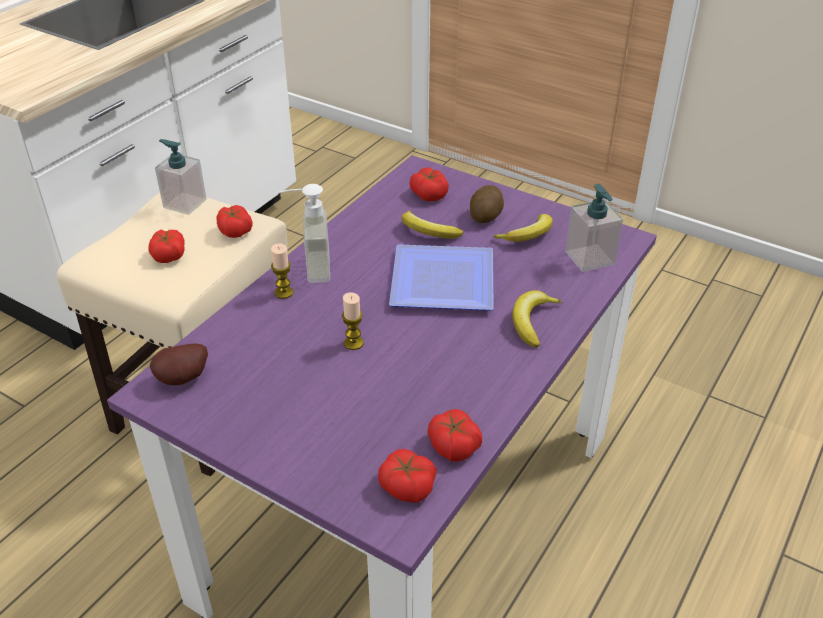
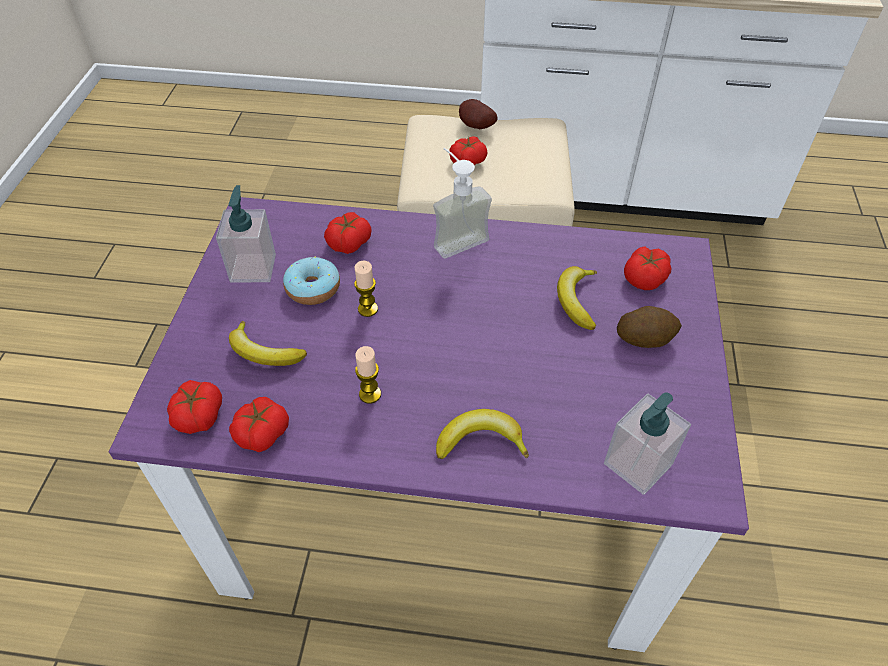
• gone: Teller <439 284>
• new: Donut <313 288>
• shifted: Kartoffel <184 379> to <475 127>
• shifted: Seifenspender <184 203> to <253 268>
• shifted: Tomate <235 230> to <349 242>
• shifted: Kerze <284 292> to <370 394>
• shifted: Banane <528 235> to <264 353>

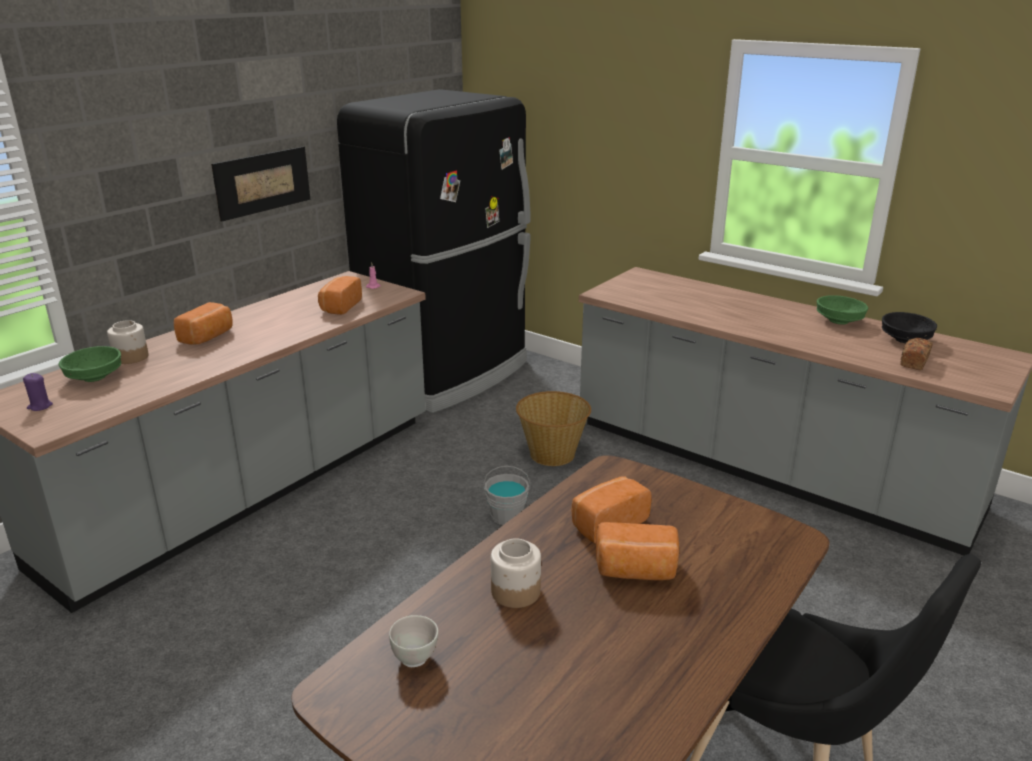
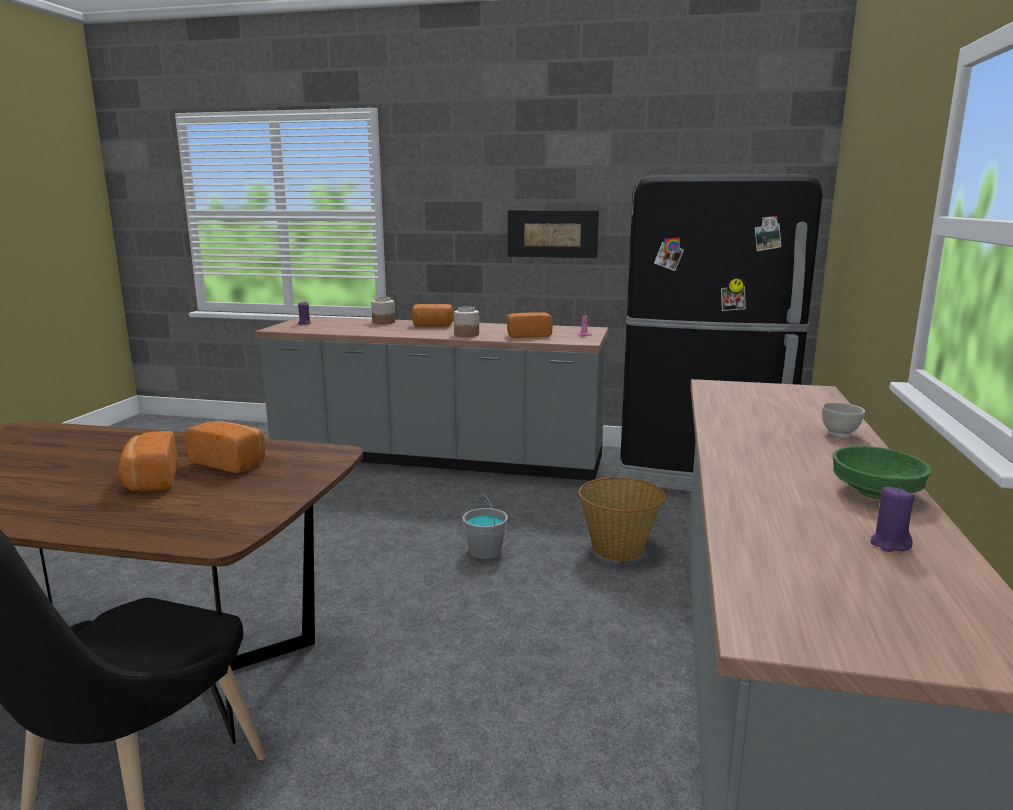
• gone: Schüssel [grün] <94 377>
• gone: Brot <914 362>
• shifted: Schüssel [weiß] <415 658> to <840 434>
• shifted: Vorratsglas <515 592> to <466 334>
• swapped: Schüssel [schwarz] <904 340> to Kerze [lila] <890 544>

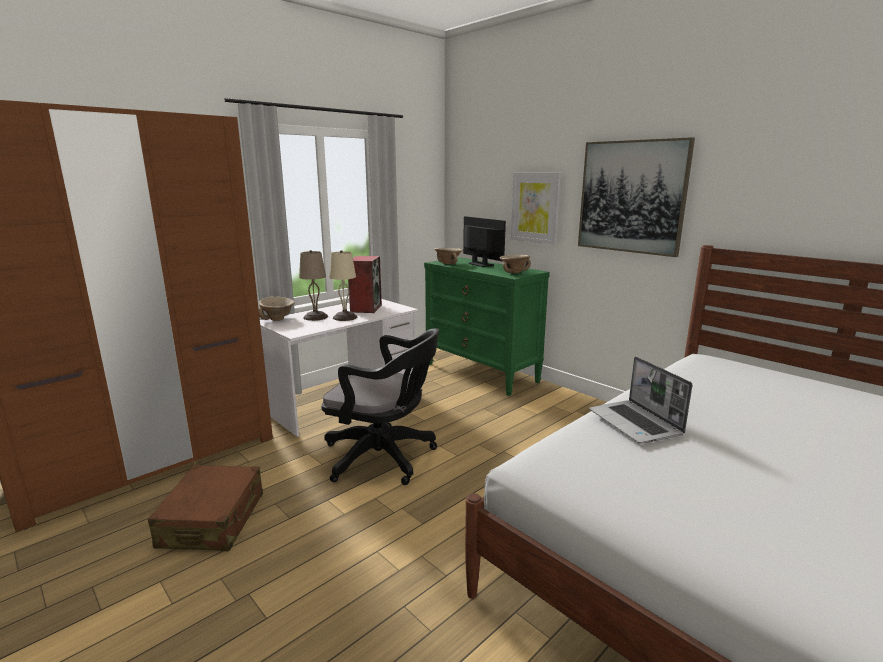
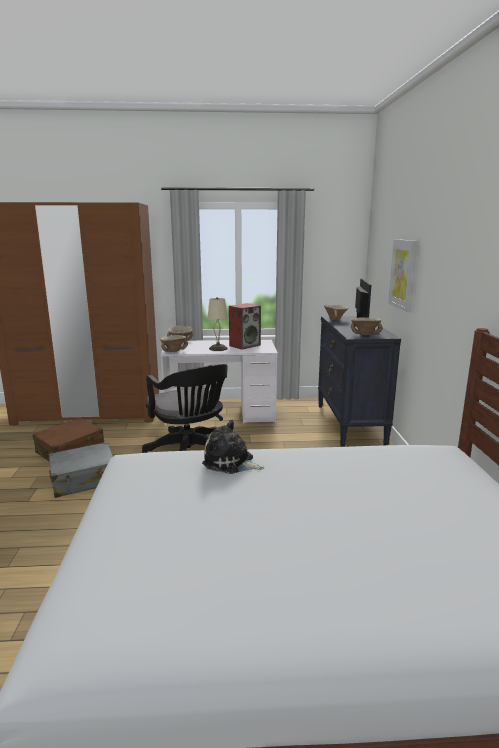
• gone: Tischlampe [beige] <316 317>
• gone: Bild <631 197>
• new: Koffer [grau] <84 479>
• new: Schüssel [beige] <173 351>
• swapped: Laptop <636 423> to Plüschtier <231 463>
• repainted: Kommode [grün] <481 372> to Kommode [schwarz] <350 424>

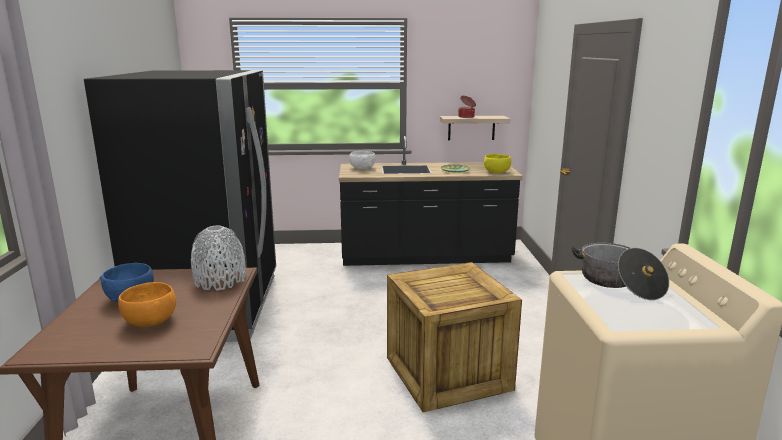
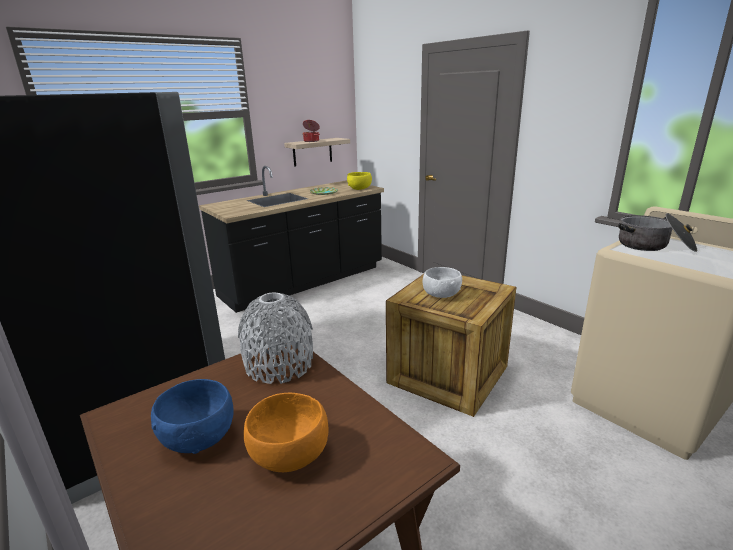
• shifted: Schüssel [weiß] <362 168> to <441 295>

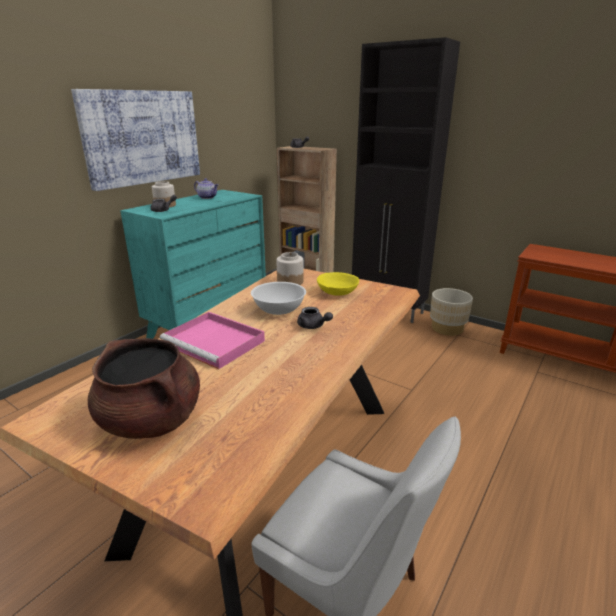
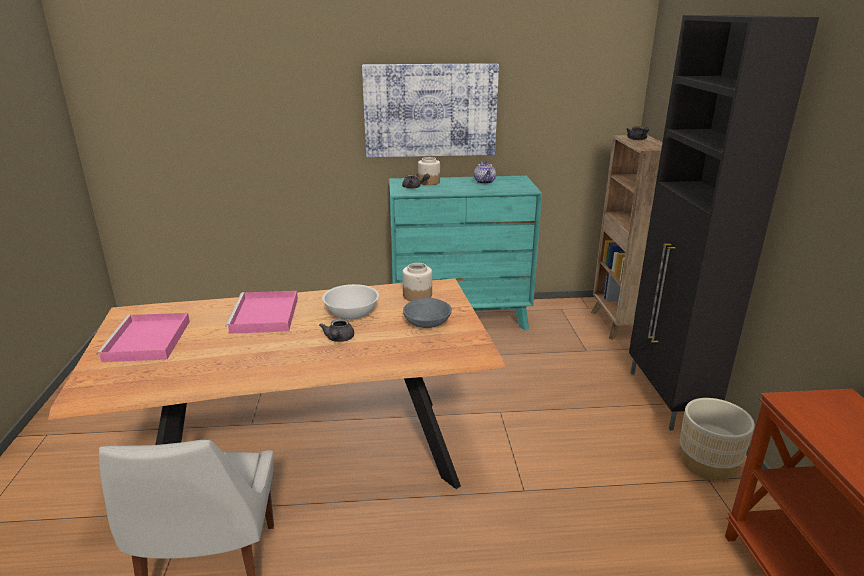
• swapped: Kochtopf [braun] <152 420> to Tablett [rosa] <147 341>
• repainted: Schüssel [gelb] <337 292> to Schüssel [grau] <428 323>

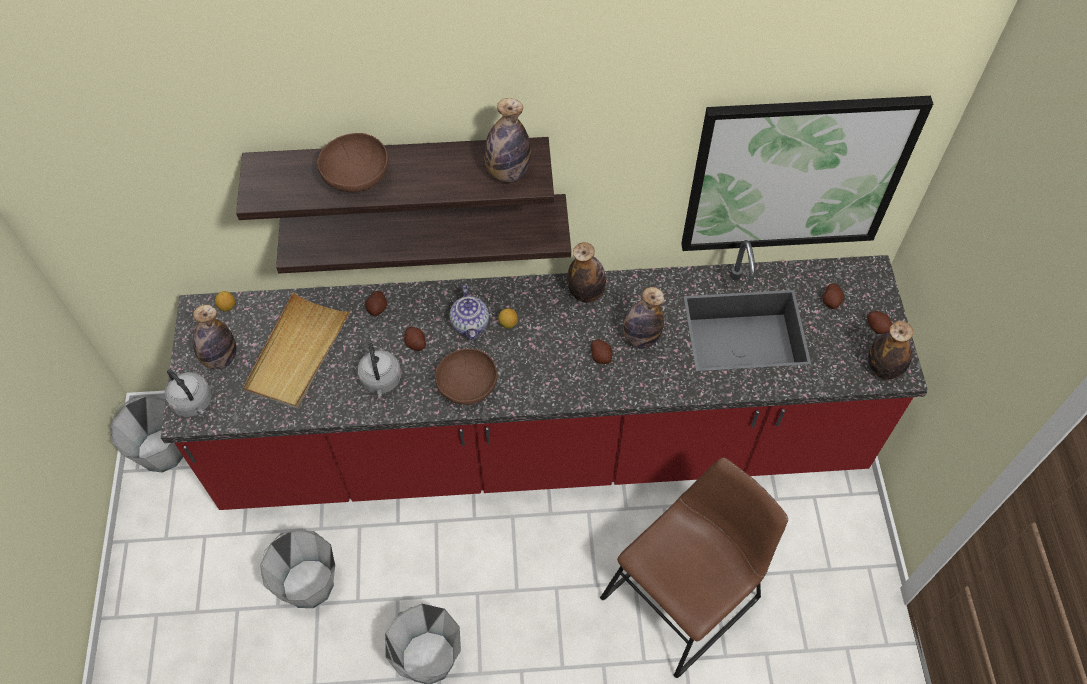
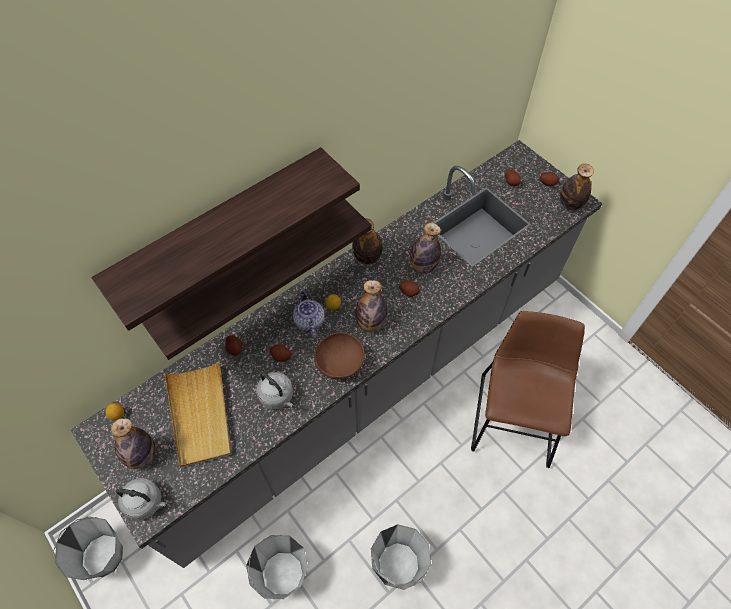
• gone: Schüssel [braun] <357 179>
• gone: Bild <796 175>
• shifted: Flasche <507 172> to <371 323>
• repainted: Küchenzeile [rot] <543 443> to Küchenzeile [grau] <365 379>
• rotated: Teekanne <470 324> = <309 321> 150 degrees counterclockwise

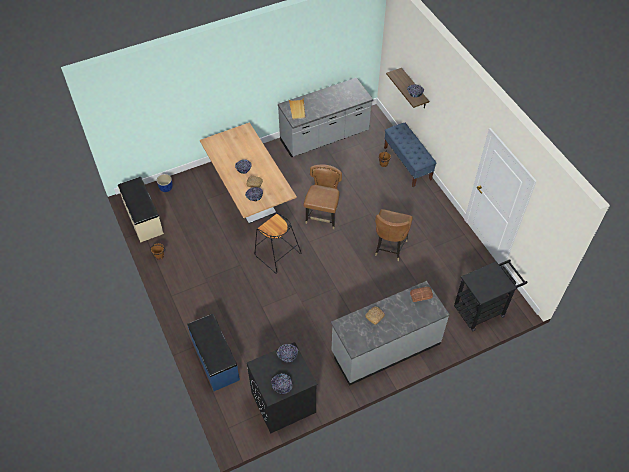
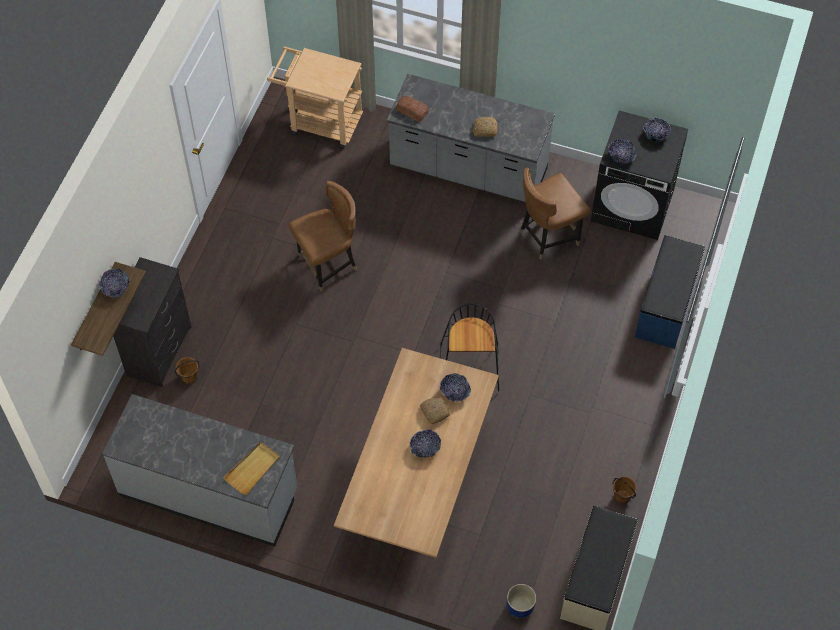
• shifted: Stuhl [braun] <323 217> to <548 236>
• swapped: Bank [blau] <407 163> to Kommode [schwarz] <160 350>
• repainted: Rollwagen [schwarz] <483 309> to Rollwagen [beige] <319 122>

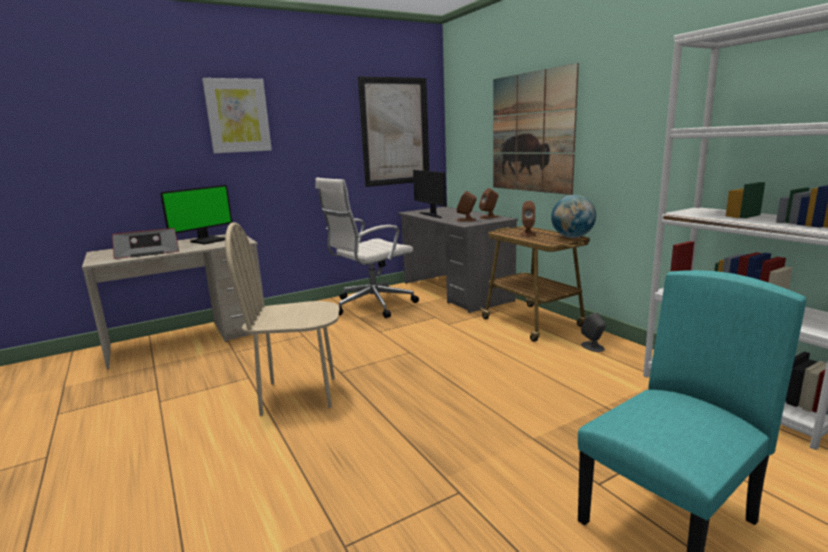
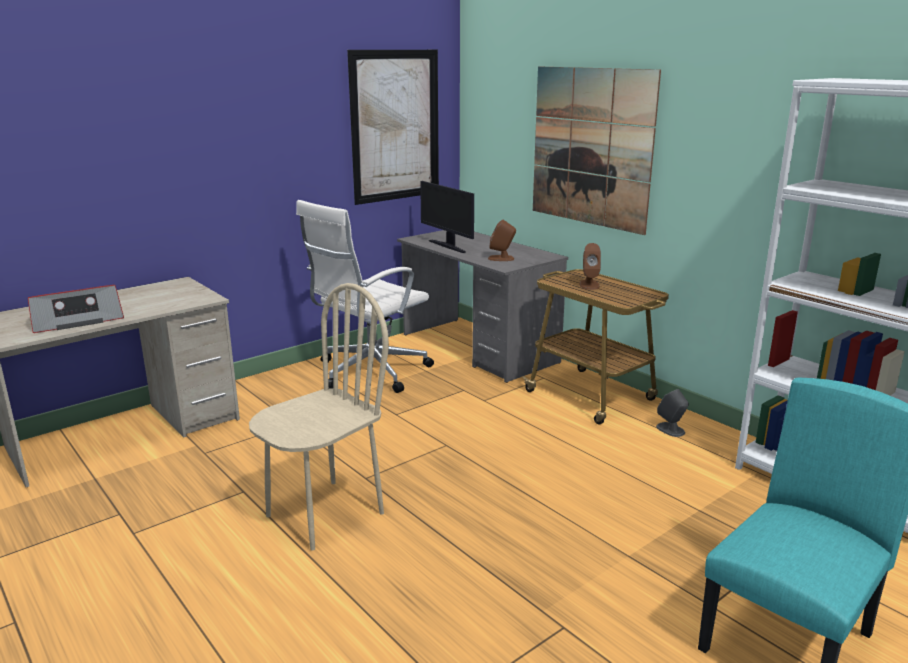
• gone: Monitor <208 240>
• gone: Bild <238 116>
• gone: Lautsprecher [braun] <489 217>
• gone: Globus <572 237>
• rotated: Stuhl [beige] <299 395> = <324 514> 150 degrees clockwise

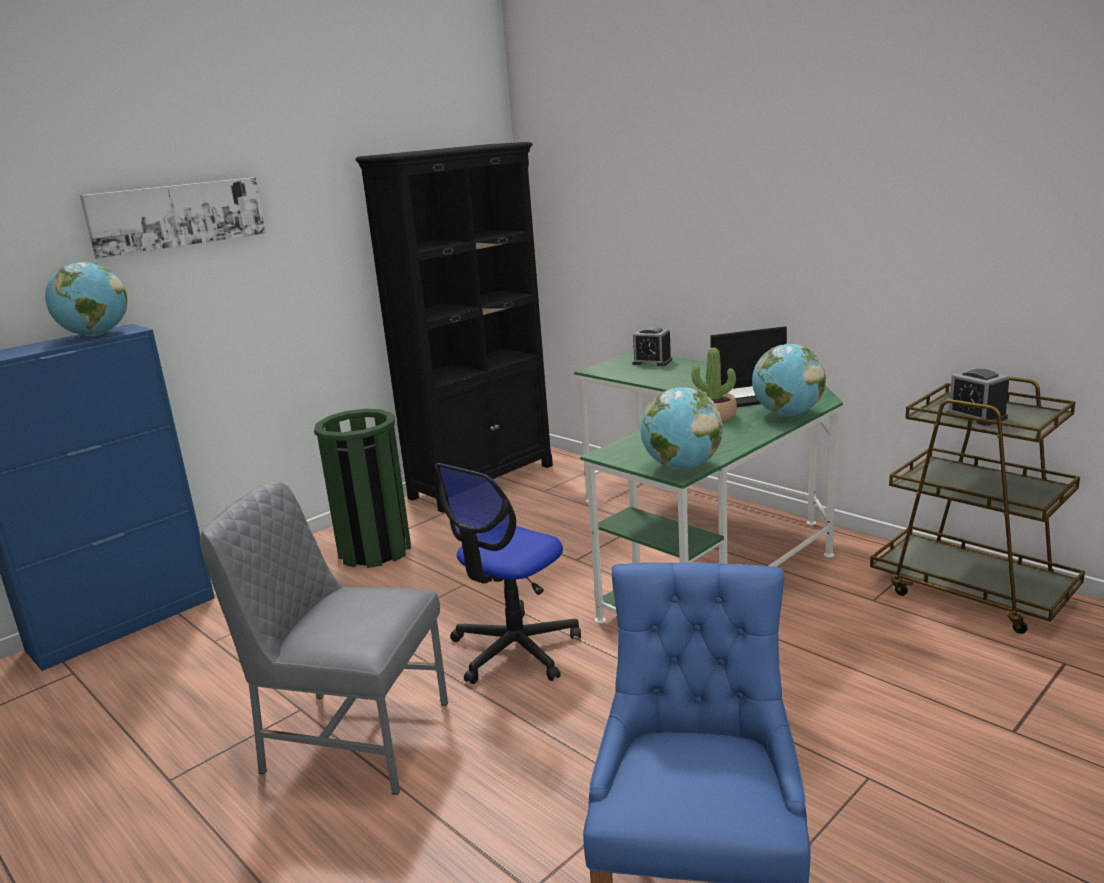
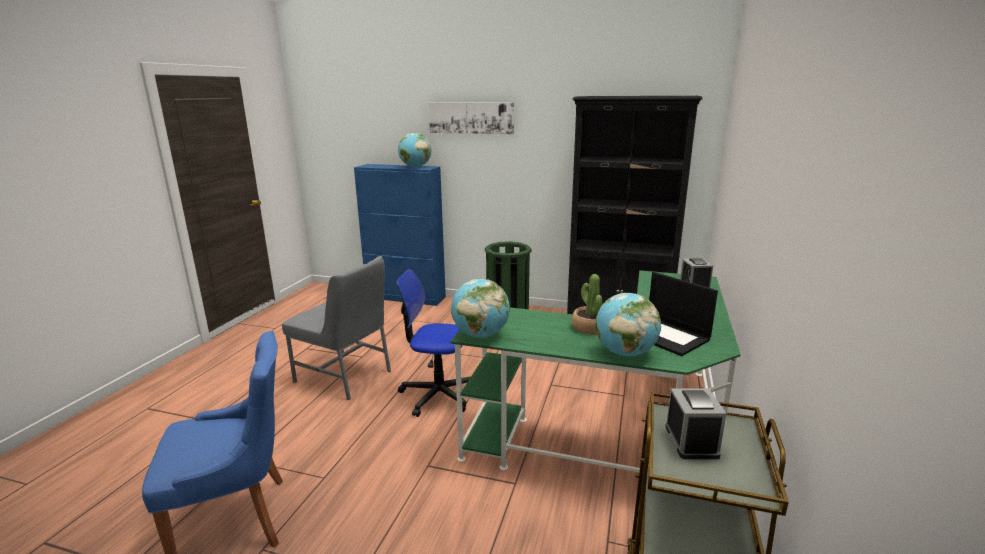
• rotated: Stuhl [grau] <353 737> = <345 376> 135 degrees clockwise
• rotated: Wecker <976 416> = <691 441> 150 degrees clockwise

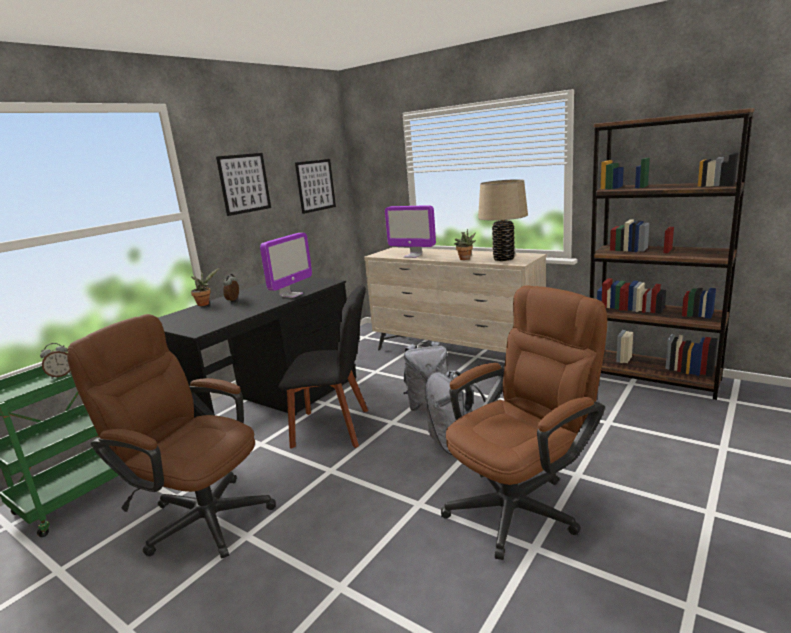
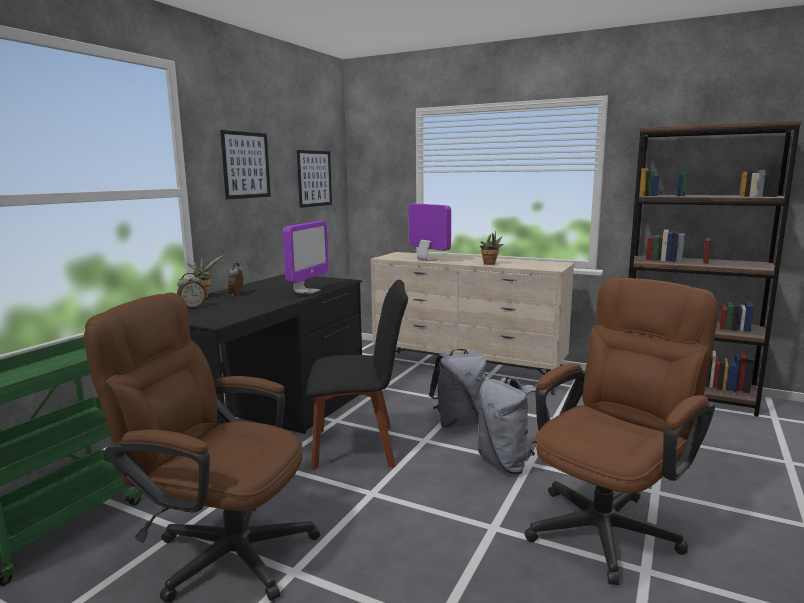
• gone: Tischlampe [beige] <503 259>
• shifted: Wecker <61 375> to <192 307>
• rotated: Monitor <413 256> = <427 260> 150 degrees counterclockwise

